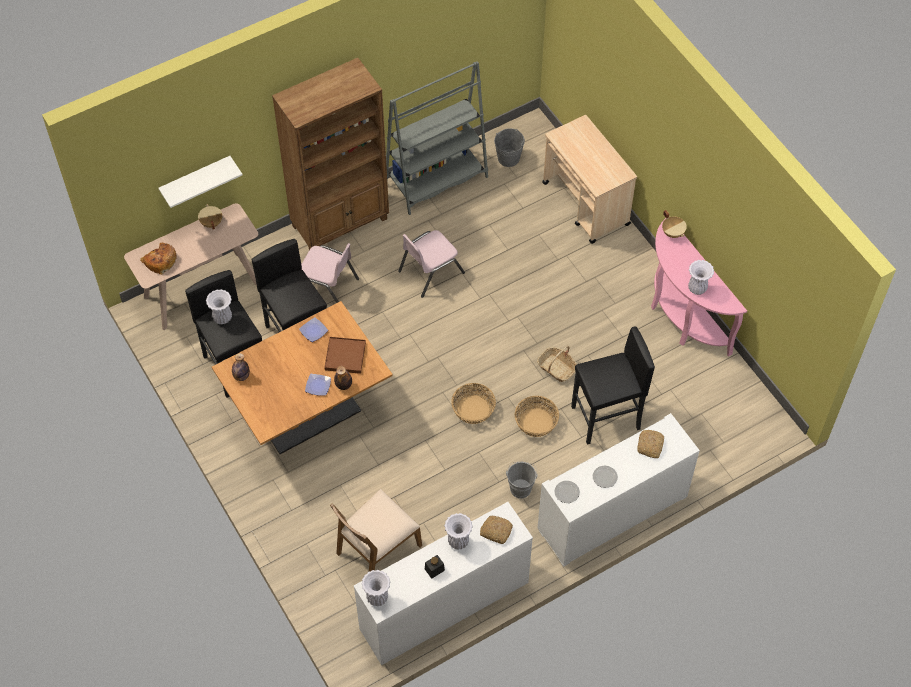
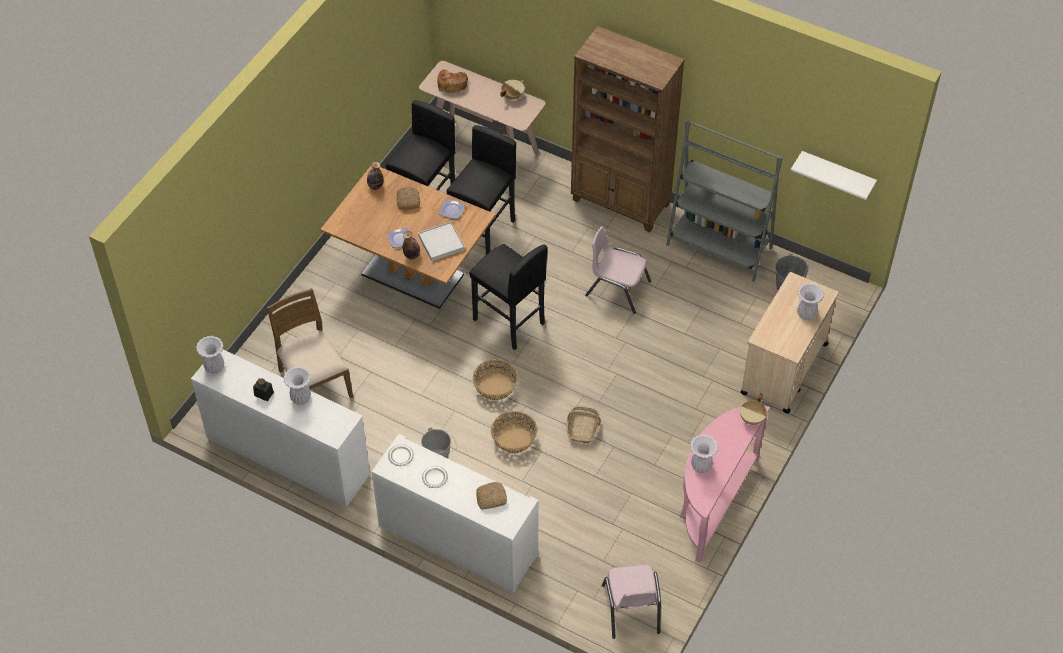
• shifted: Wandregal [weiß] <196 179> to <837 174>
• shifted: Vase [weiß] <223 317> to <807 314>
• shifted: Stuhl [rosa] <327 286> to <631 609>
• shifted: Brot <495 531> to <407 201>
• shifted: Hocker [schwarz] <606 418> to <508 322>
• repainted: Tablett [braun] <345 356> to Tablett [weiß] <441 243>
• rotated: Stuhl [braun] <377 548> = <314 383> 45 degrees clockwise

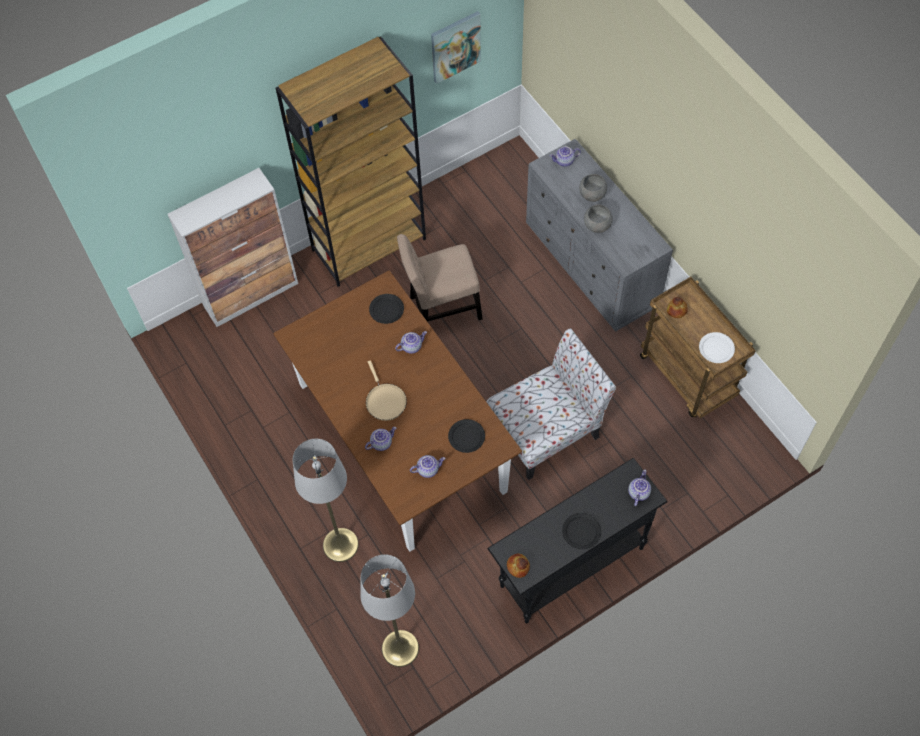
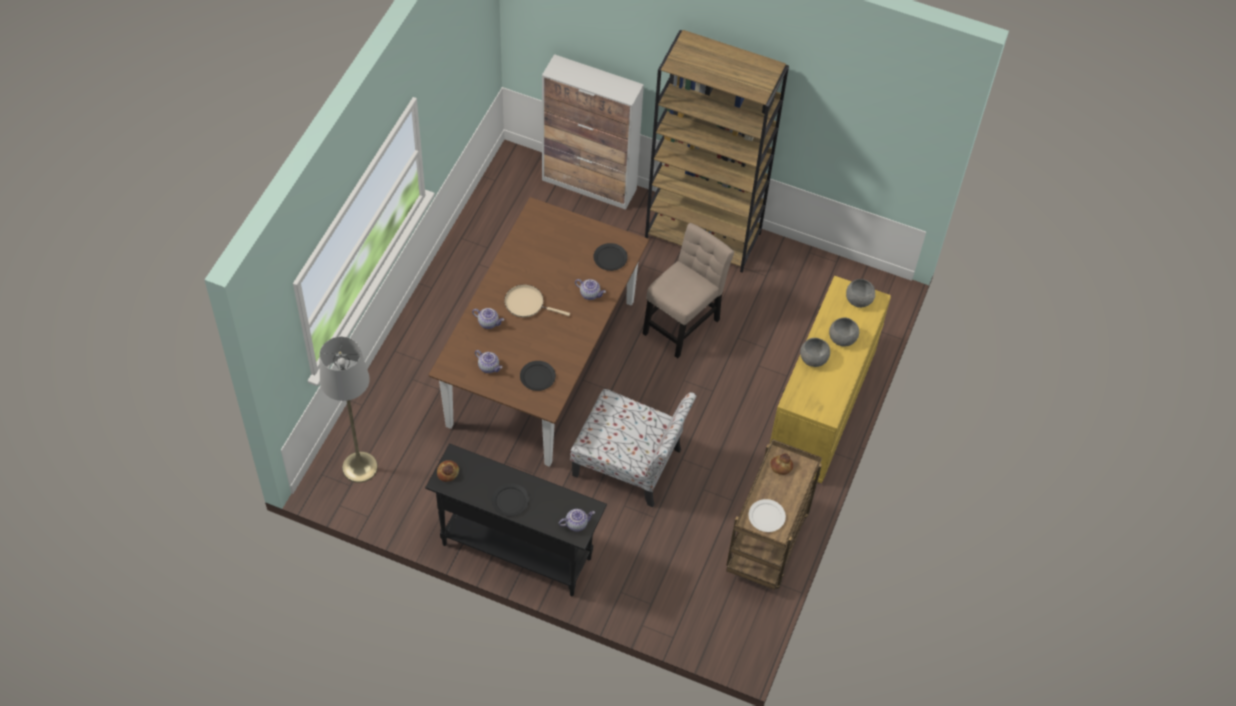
• gone: Stehlampe [grau] <340 544>
• gone: Bild <455 46>
• swapped: Teekanne <564 161> to Schüssel [grau] <859 300>
• repainted: Kommode [grau] <592 266> to Kommode [gelb] <820 410>
• rotated: Pfanne [beige] <385 400> = <527 304> 75 degrees clockwise
• rotated: Stuhl [beige] <441 309> = <683 323> 90 degrees clockwise

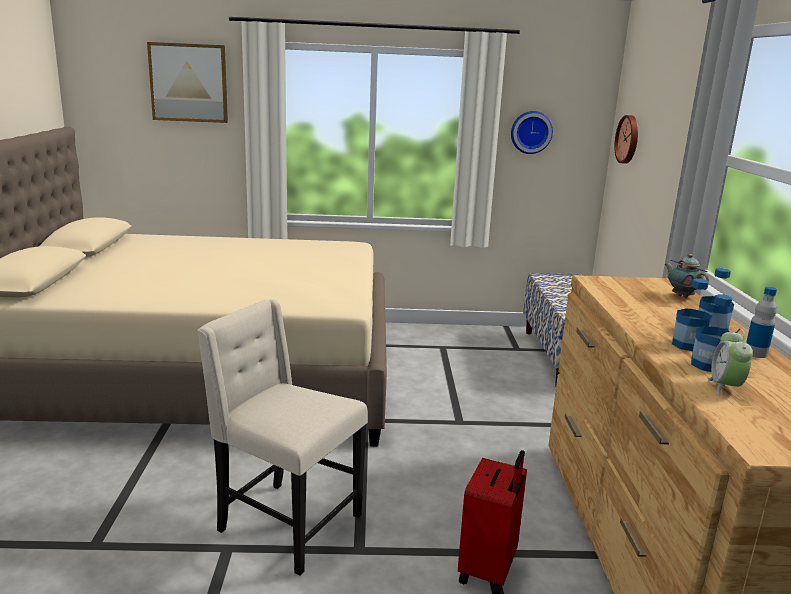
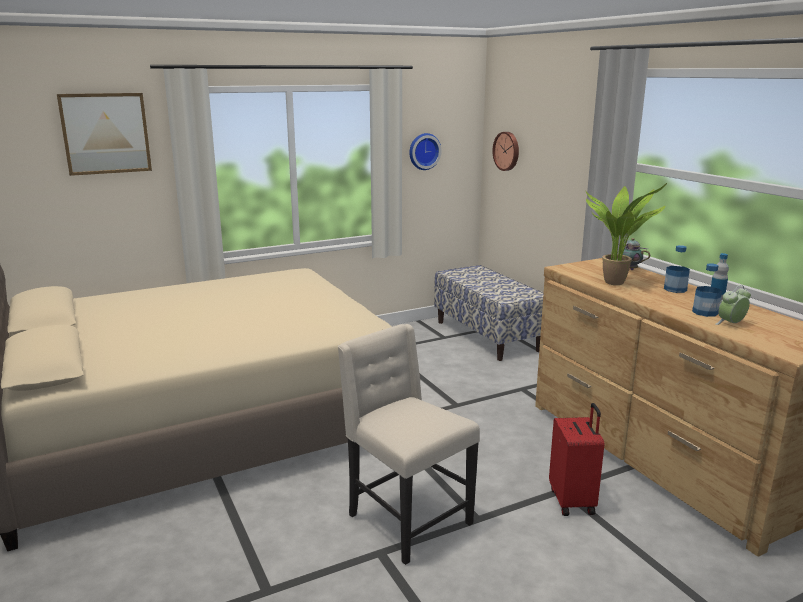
• gone: Flasche <688 345>
• new: Topfpflanze <616 282>
• rotated: Stuhl [beige] <286 524> = <406 520> 45 degrees clockwise
• rotated: Wecker <725 387> = <731 324> 75 degrees clockwise

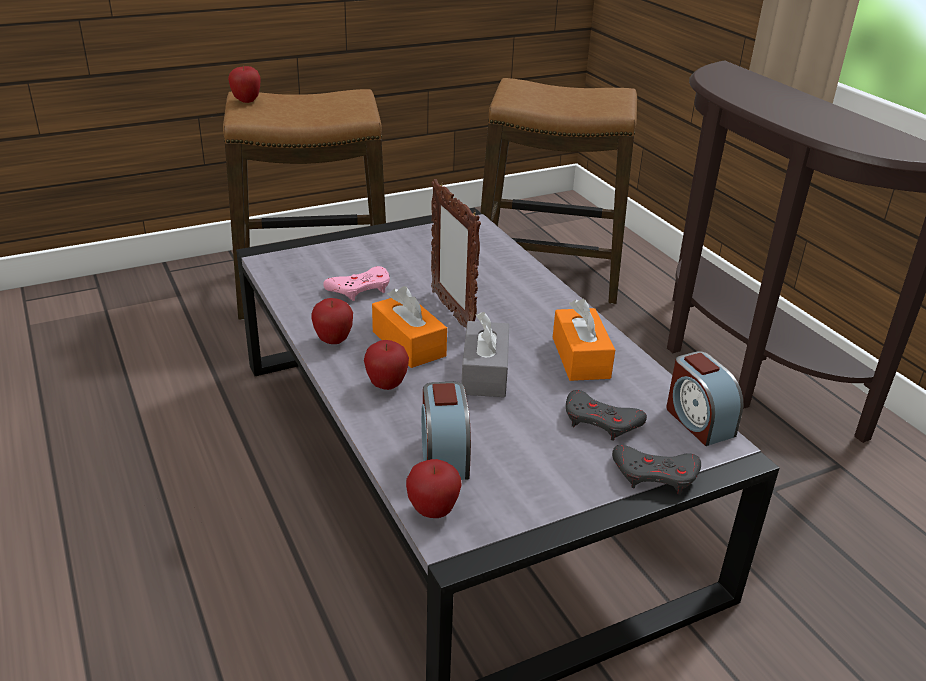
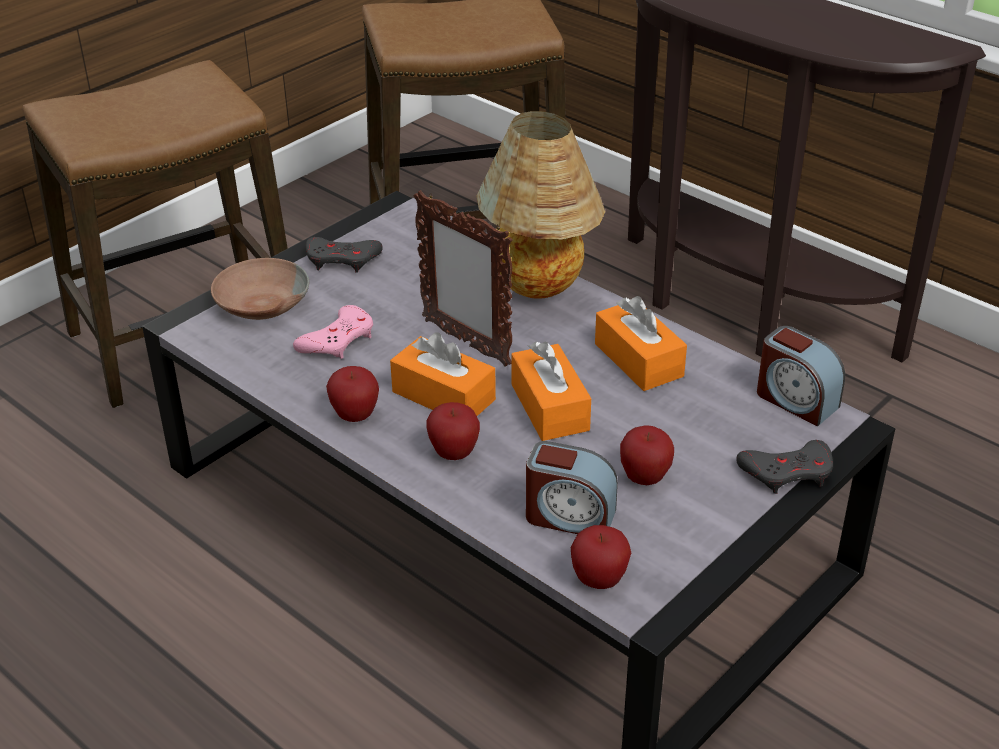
• new: Schüssel [braun] <260 303>
• new: Tischlampe <540 292>
• shifted: Apfel <246 101> to <644 478>
• shifted: Gamepad [grau] <601 421> to <342 259>
• repainted: Taschentuchbox [grau] <485 372> to Taschentuchbox [orange] <550 407>
• rotated: Wecker <444 455> = <569 516> 45 degrees counterclockwise

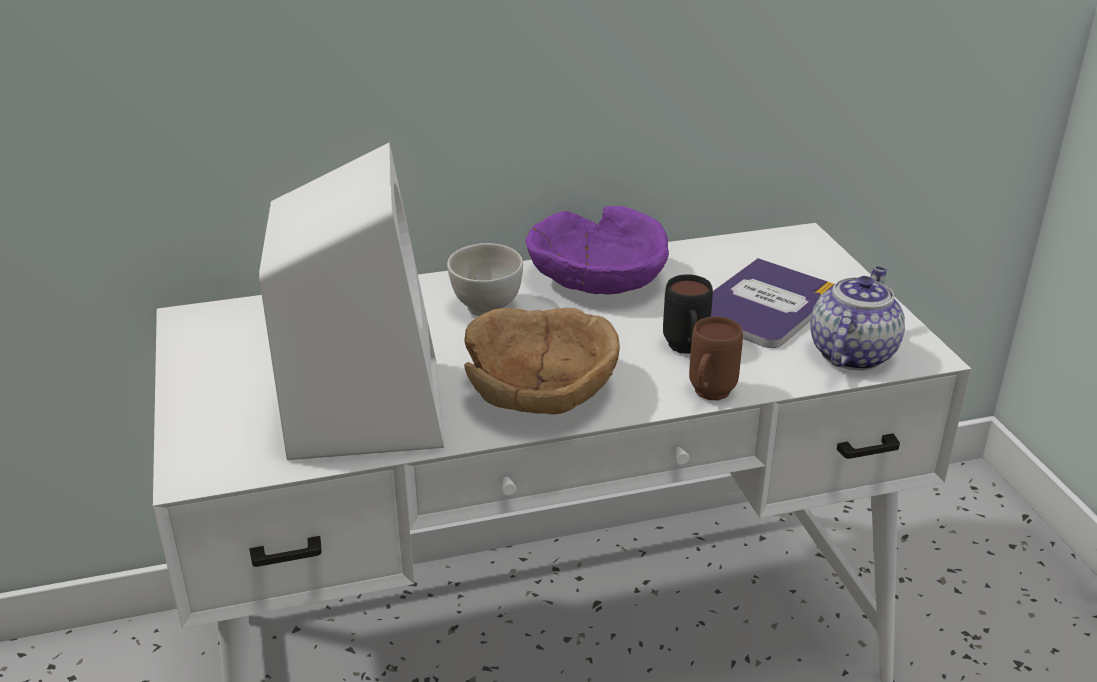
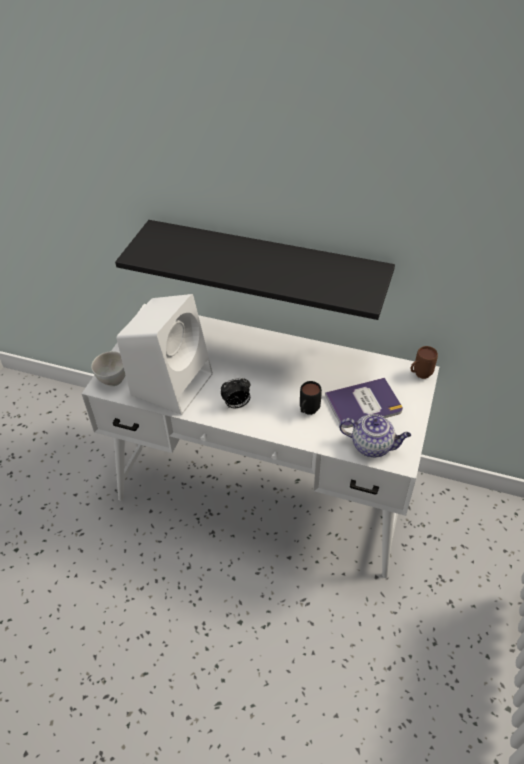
• gone: Schüssel [lila] <599 280>
• new: Wandregal [schwarz] <266 265>
• shifted: Schüssel [weiß] <486 308> to <113 380>
• shifted: Henkelbecher [braun] <708 396> to <419 375>
• swapped: Schüssel [braun] <541 390> to Wecker <236 405>
• rotated: Teekanne <851 353> = <373 445> 45 degrees clockwise

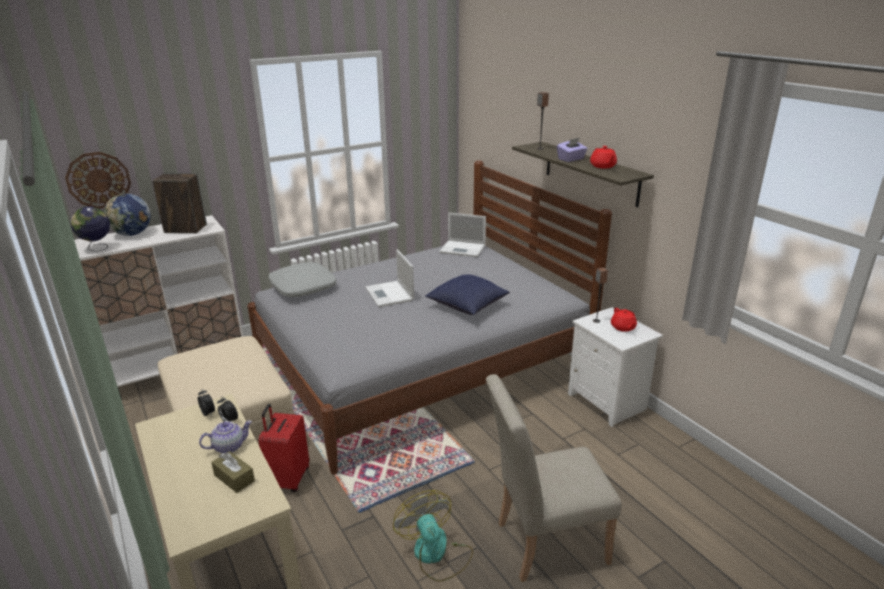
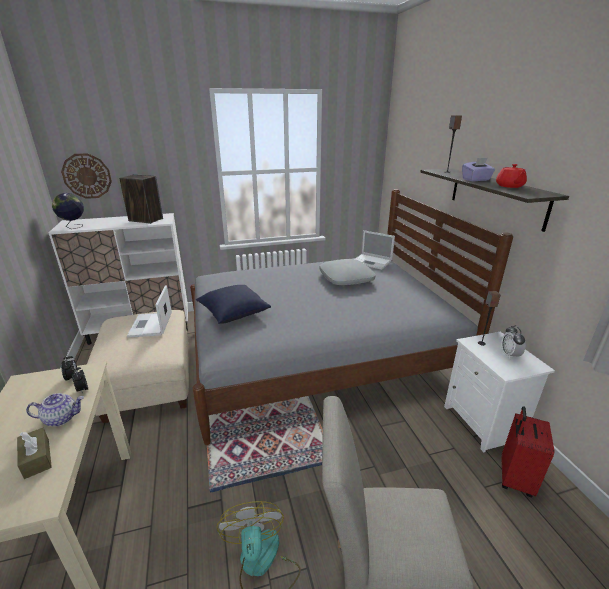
• gone: Globus <132 234>
• shifted: Koffer [rot] <288 479> to <514 478>
• shifted: Kissen [grau] <303 287> to <346 278>
• shifted: Laptop <390 294> to <150 325>
• shifted: Kissen [blau] <467 306> to <233 313>
• swapped: Teekanne [rot] <623 327> to Wecker <509 355>

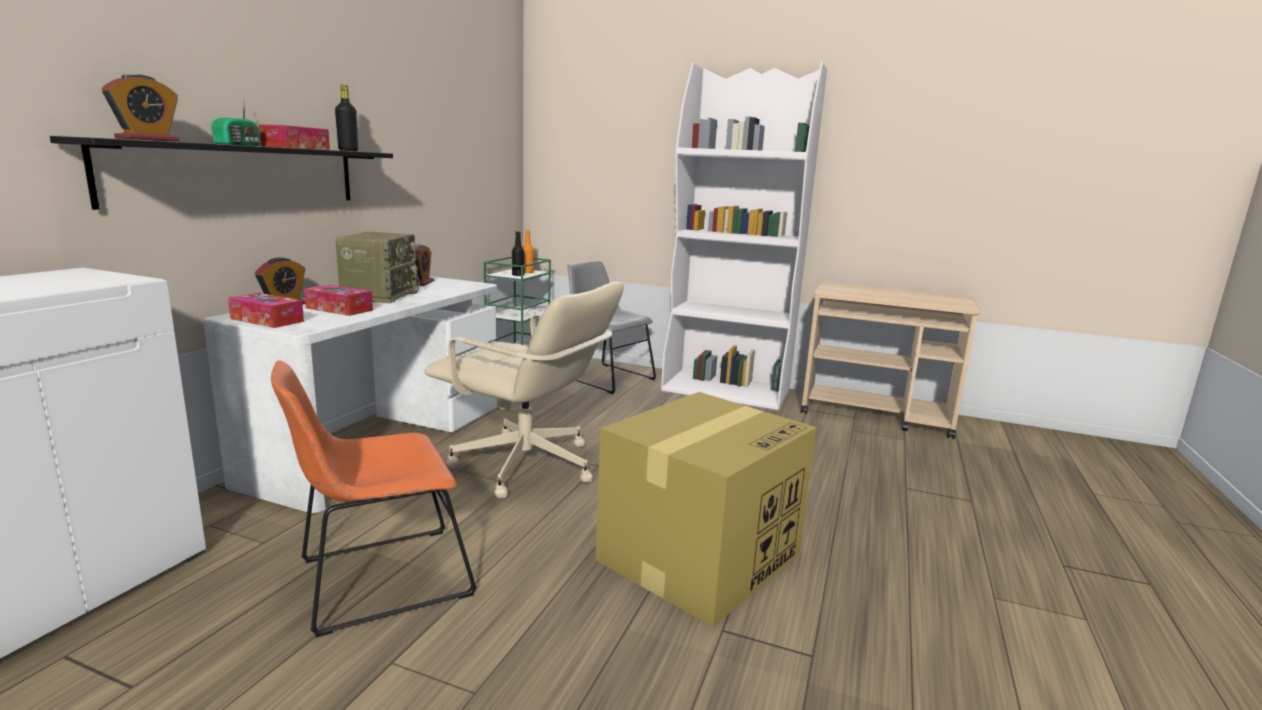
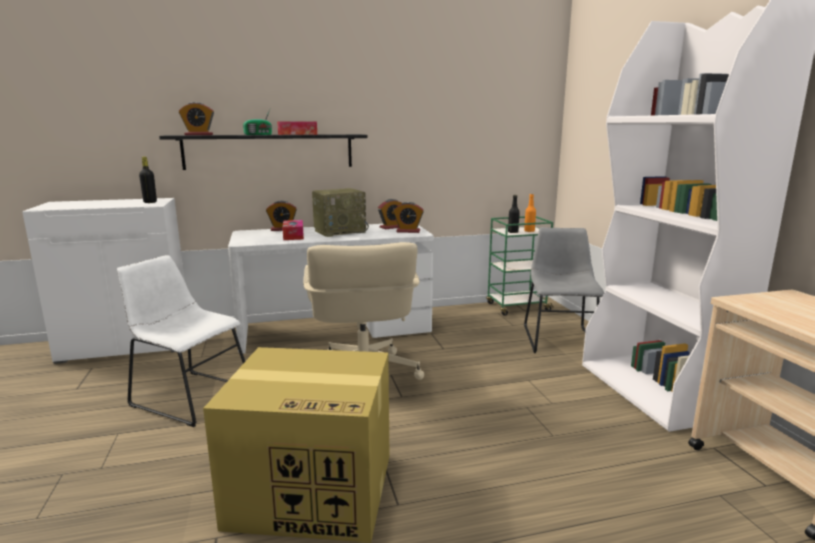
• gone: Taschentuchbox <267 320>
• new: Wecker <408 231>
• shifted: Flasche [schwarz] <348 150> to <150 202>
• repainted: Stuhl [orange] <377 579> to Stuhl [weiß] <189 396>

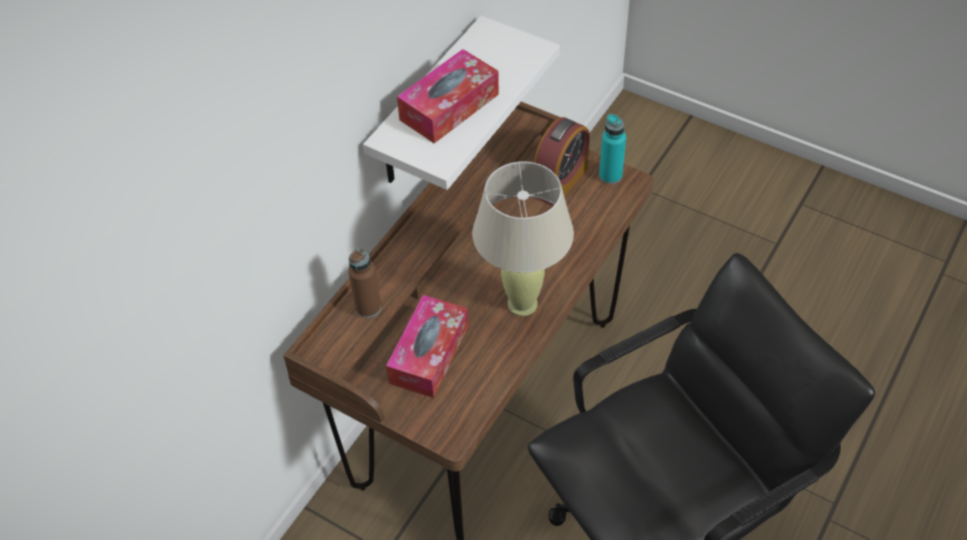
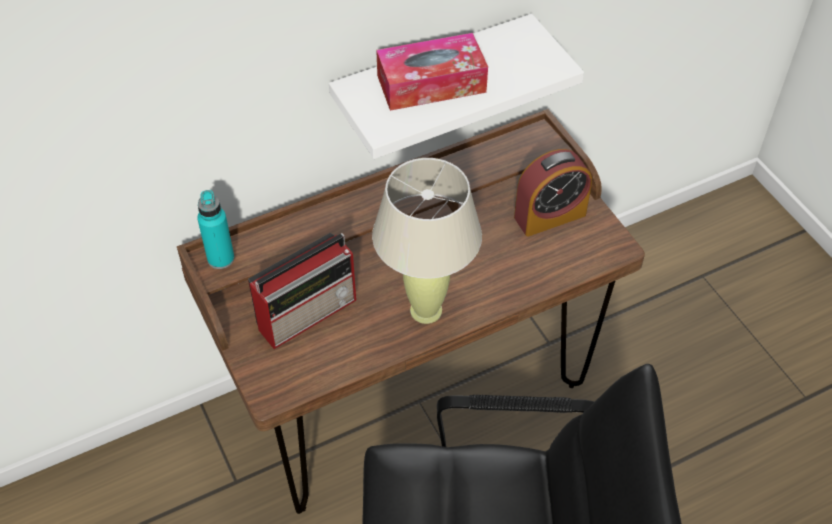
• gone: Flasche [braun] <368 307>
• shifted: Flasche [türkis] <610 175> to <221 258>
• swapped: Taschentuchbox <429 354> to Radio <309 312>

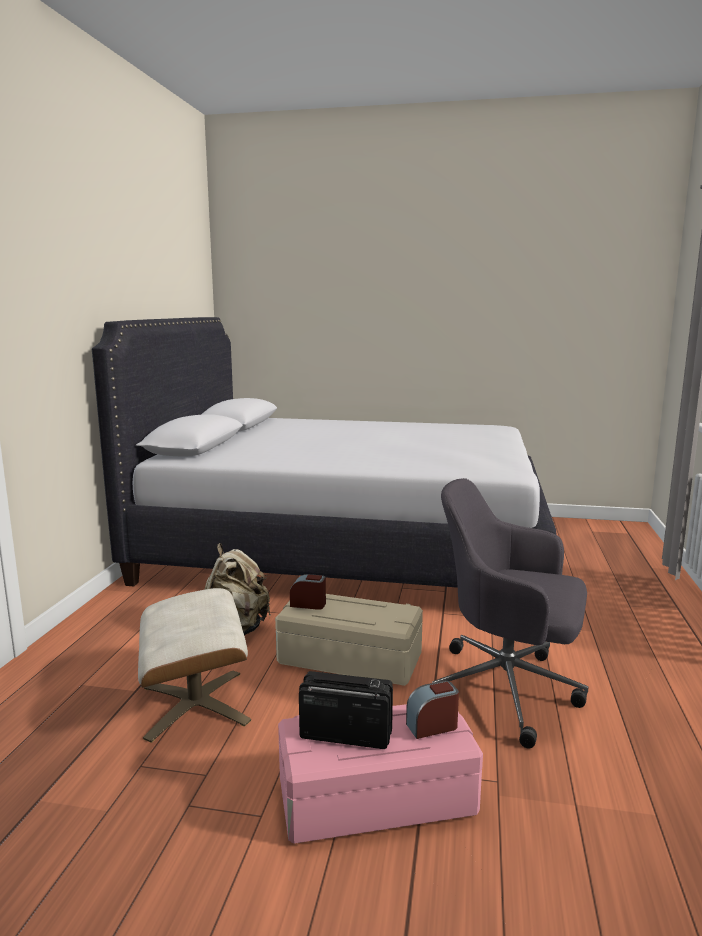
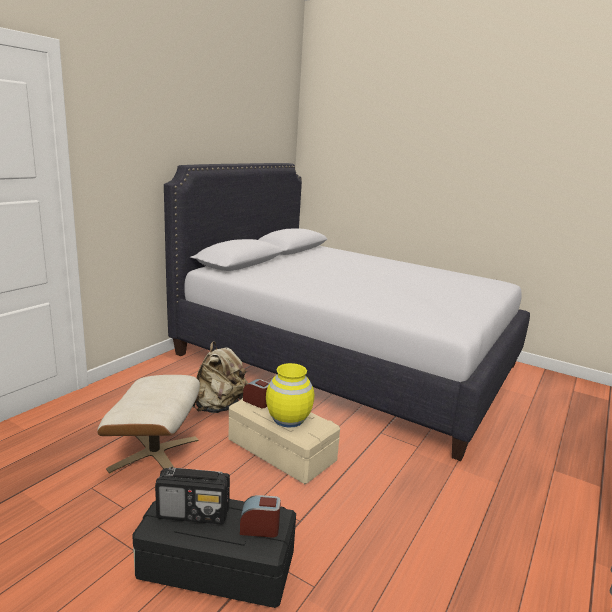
• gone: Bürostuhl [grau] <507 690>
• new: Vase [gelb] <288 419>
• repainted: Aufbewahrungsbox [rosa] <375 799> to Aufbewahrungsbox [schwarz] <216 567>
• rotated: Radio <345 734> = <194 513> 150 degrees clockwise

